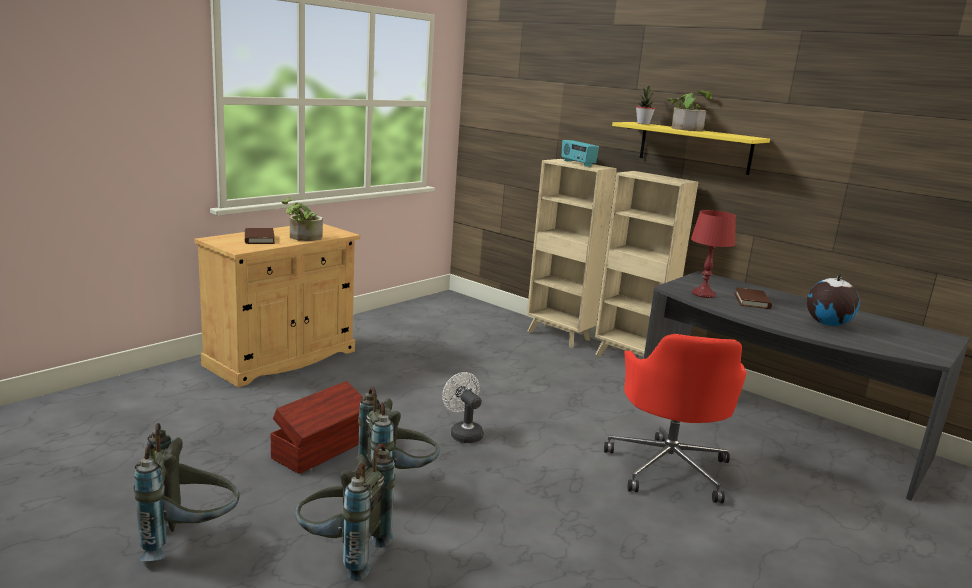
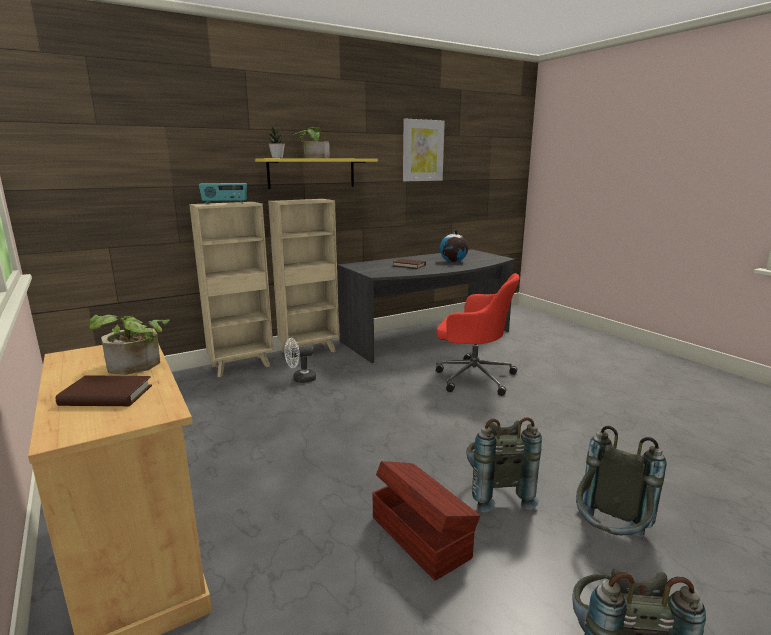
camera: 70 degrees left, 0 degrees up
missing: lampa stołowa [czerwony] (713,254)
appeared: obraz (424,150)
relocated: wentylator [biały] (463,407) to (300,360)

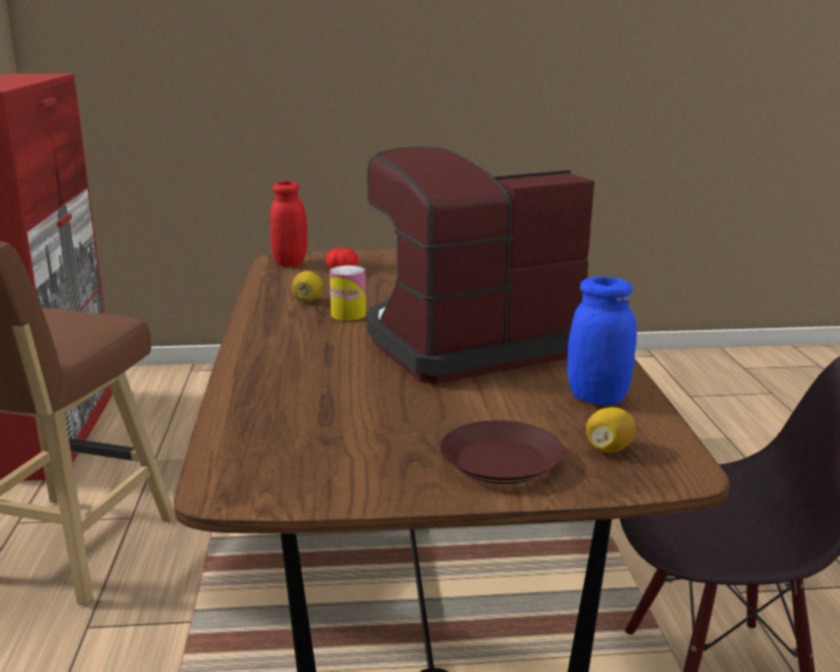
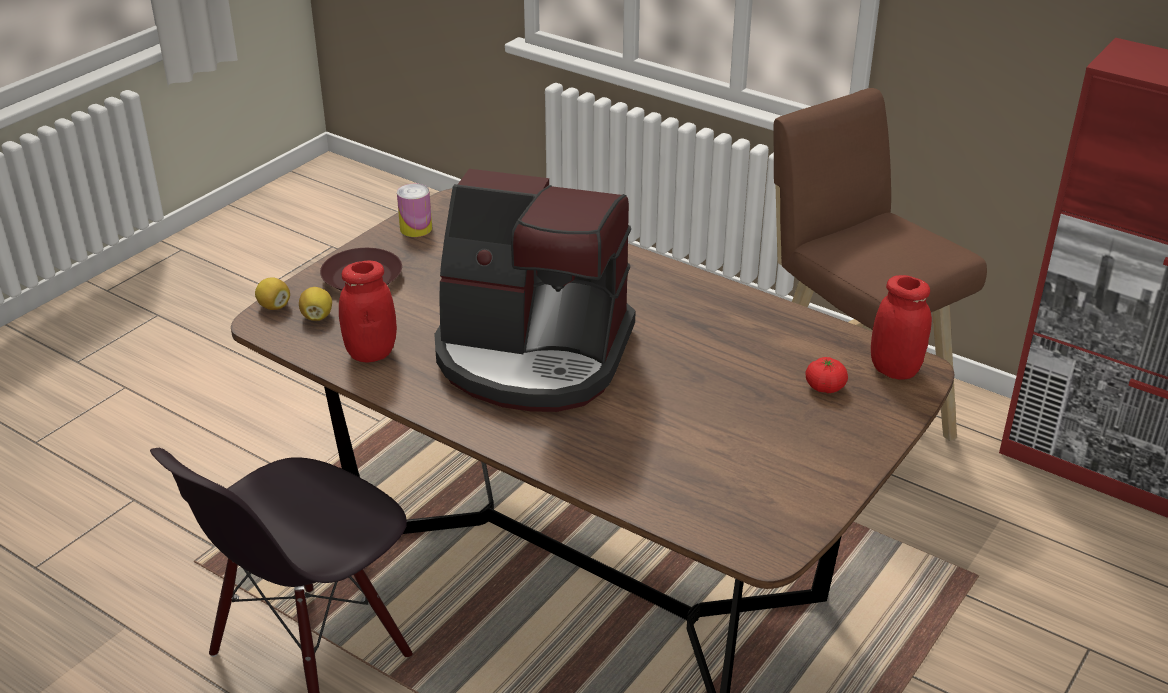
camera: 130 degrees right, 15 degrees up
relocated: cytryna (307,286) to (272,293); puszka (348,293) to (414,210)
colour: słoik [niebieski] (602,341) to słoik [czerwony] (368,311)
spun: ekspres do kawy (480,265) = (534,290) 90 degrees clockwise

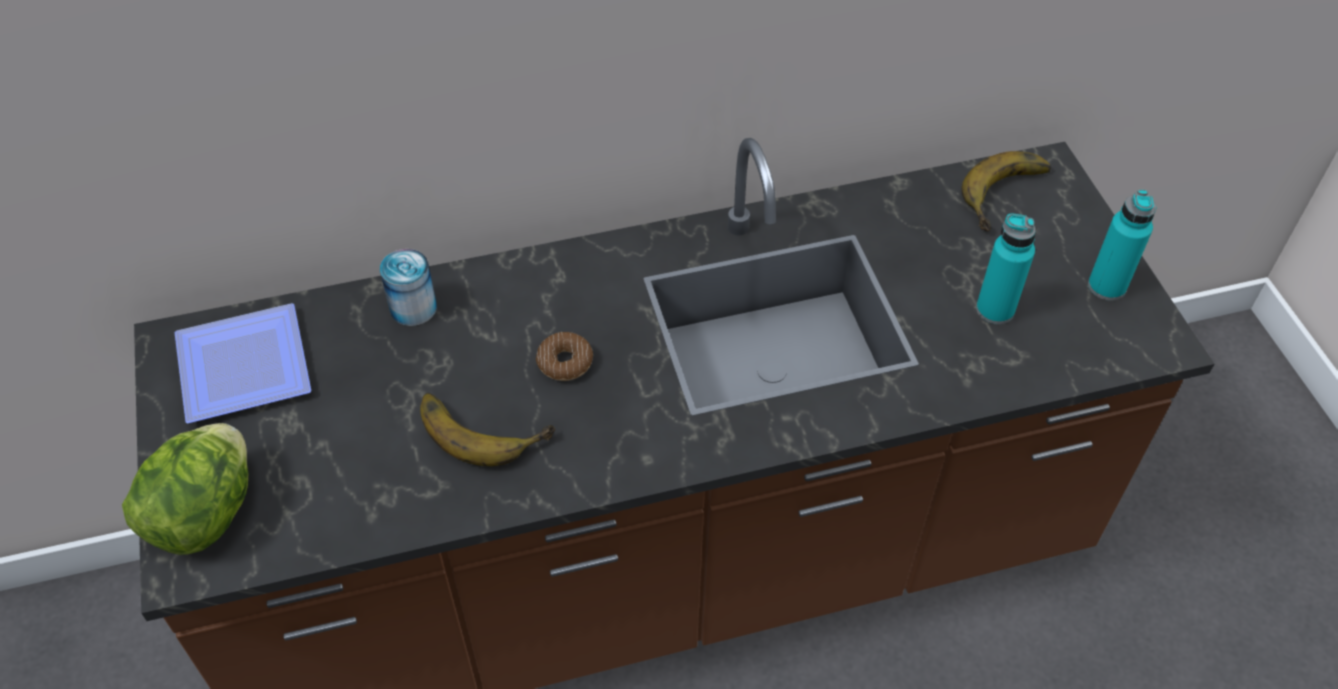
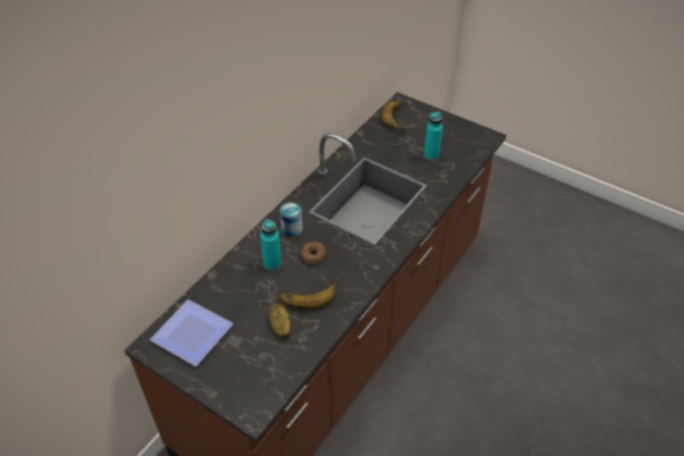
camera: 40 degrees left, 5 degrees down
missing: sałata (185,489)
appeared: ziemniak (280,321)
relocated: puszka (408,287) to (291,219); butelka [turkusowy] (1122,245) to (271,245)

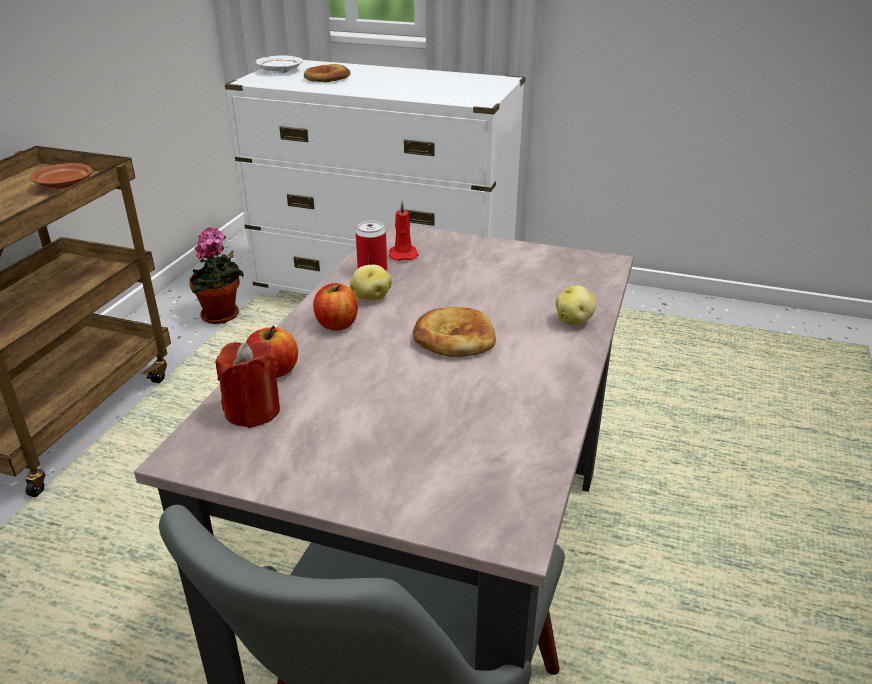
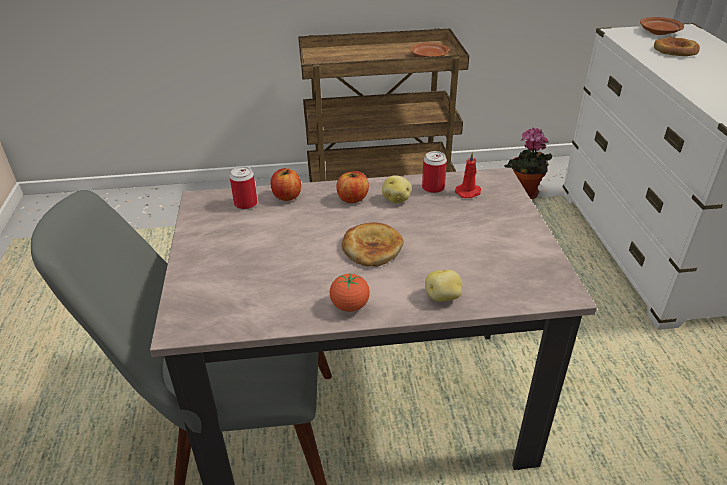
camera: 65 degrees right, 5 degrees up
appeared: pomidor (350,293)
exchanged: świeca [czerwony] (248,385) to puszka (244,188)
colour: talerz [biały] (279,64) to talerz [brązowy] (662,26)

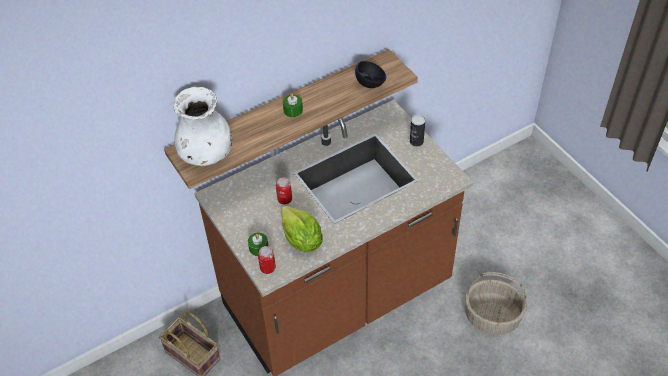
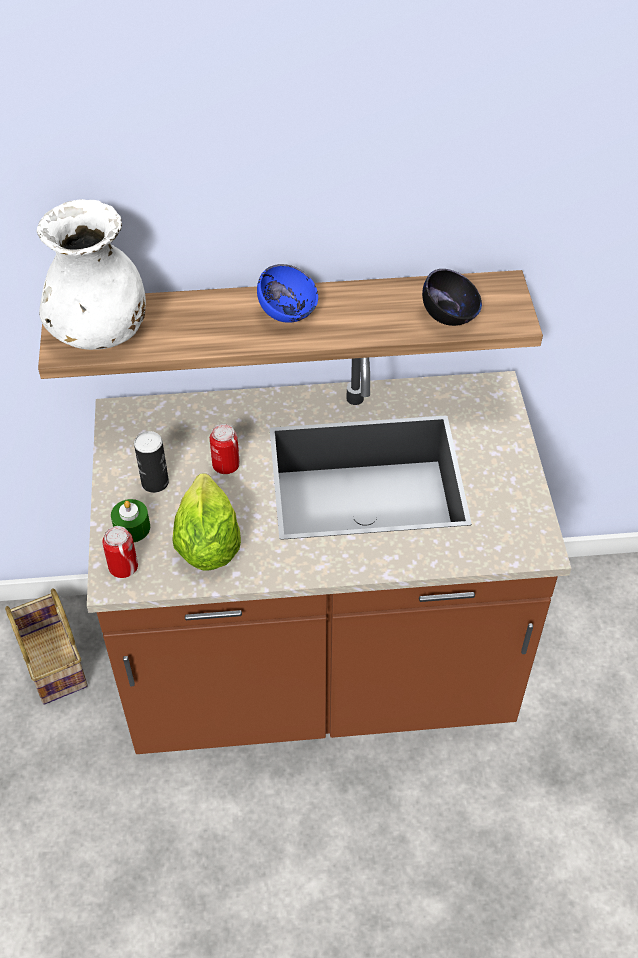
camera: 25 degrees right, 0 degrees up
missing: koszyk (495,303)
relocated: puszka (417,131) to (151,462)
exchanged: świeca [zielony] (293,105) to miska [niebieski] (287,293)

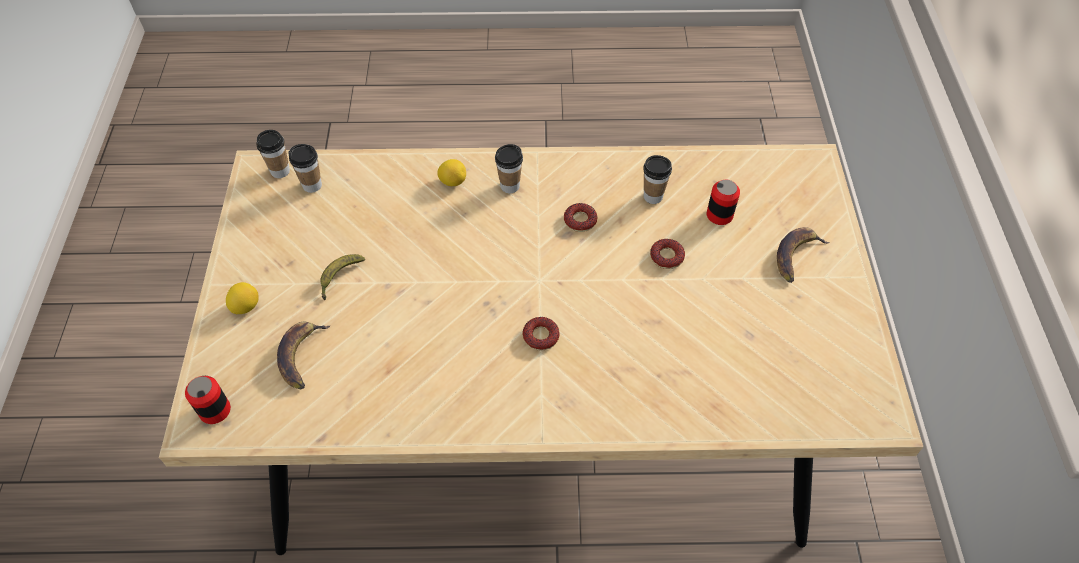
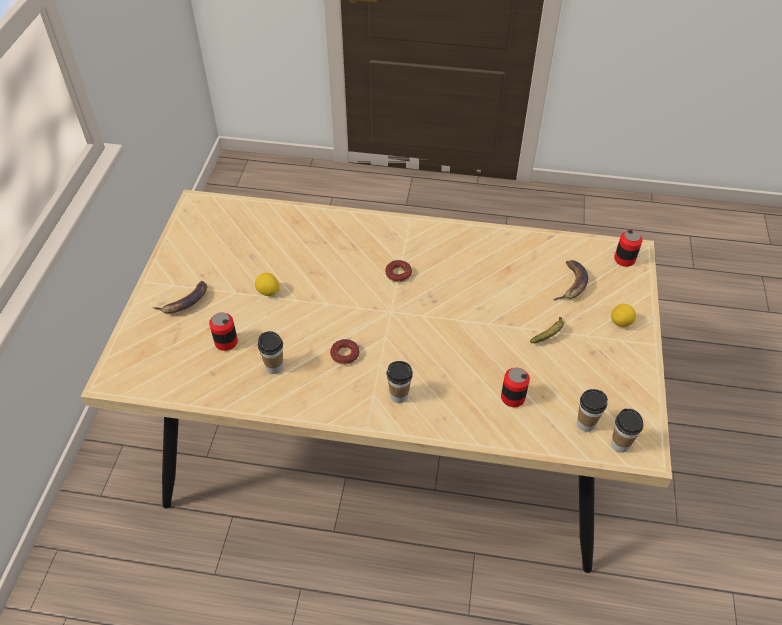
camera: 170 degrees left, 5 degrees down
missing: donut (667,254)
appeared: puszka (515,387)
relocated: cytryna (451,172) to (267,284)

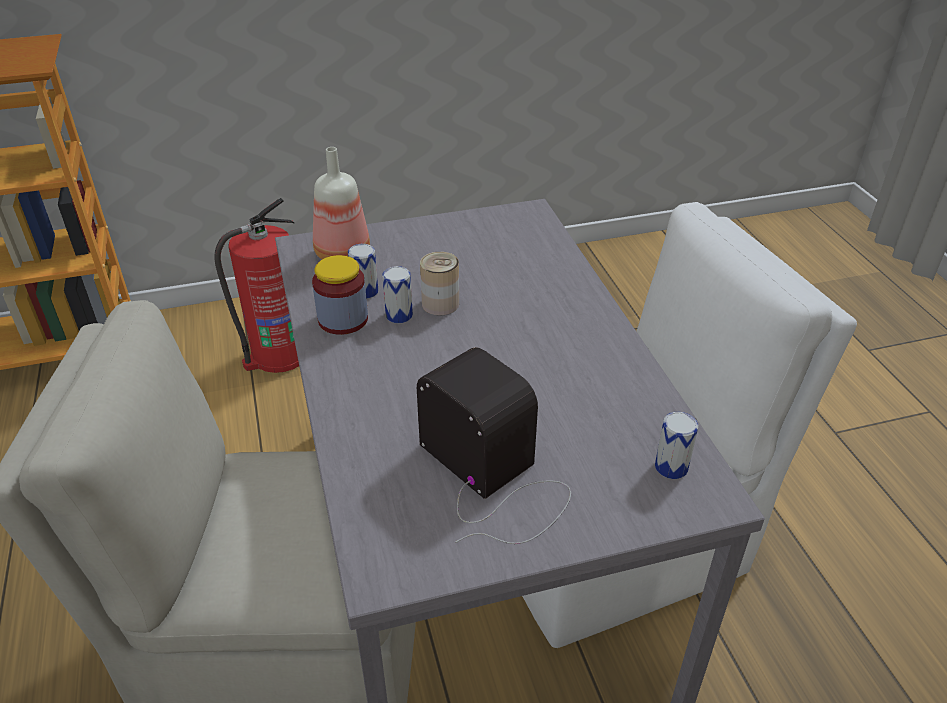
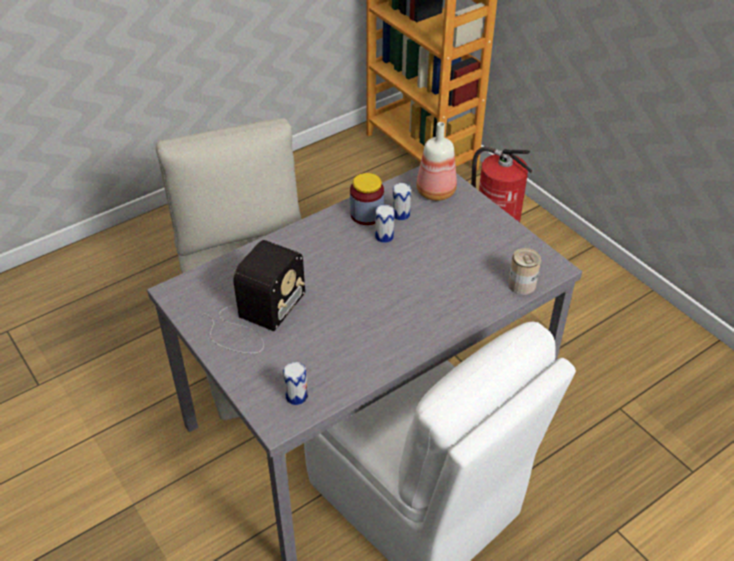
camera: 70 degrees right, 5 degrees up
relocated: puszka (439,283) to (524,271)

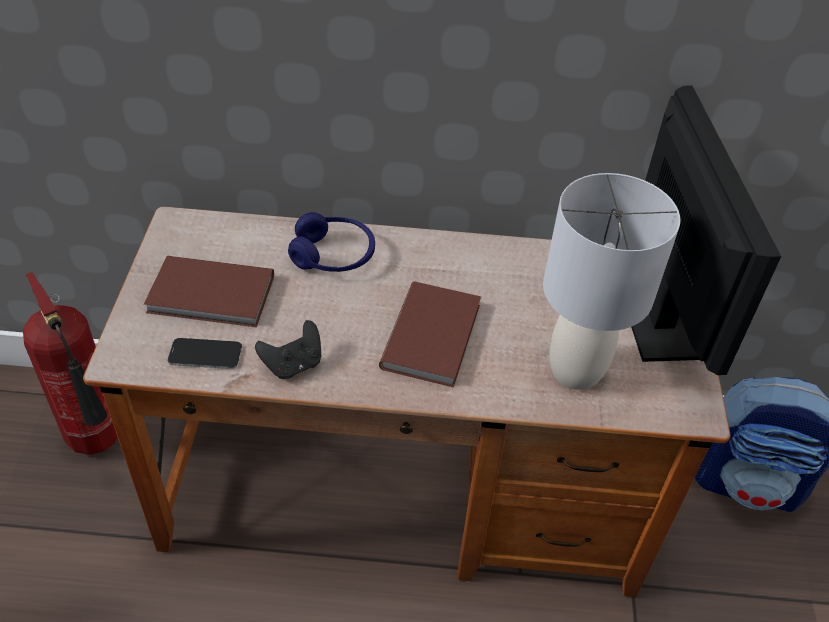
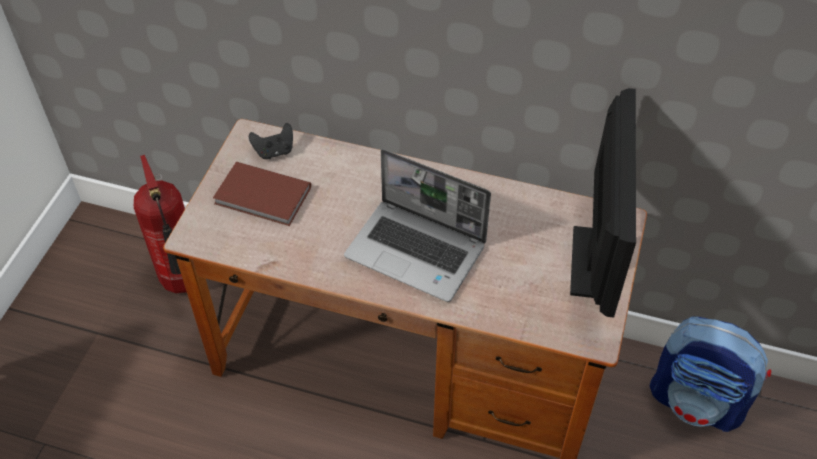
camera: 15 degrees right, 5 degrees up
missing: telefon (205,353); słuchawki [niebieski] (331,242); lampa stołowa [szary] (611,281)
relocated: pad do gier [czarny] (288,349) to (271,141)
exchanged: książka [brązowy] (430,334) to laptop (417,225)

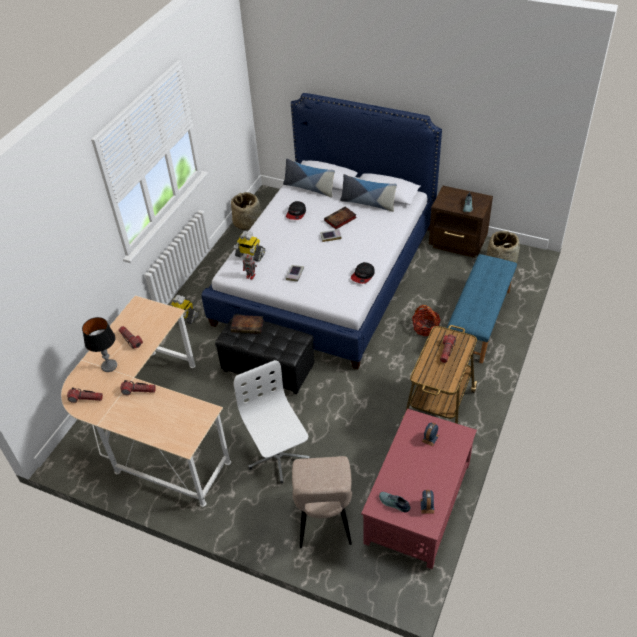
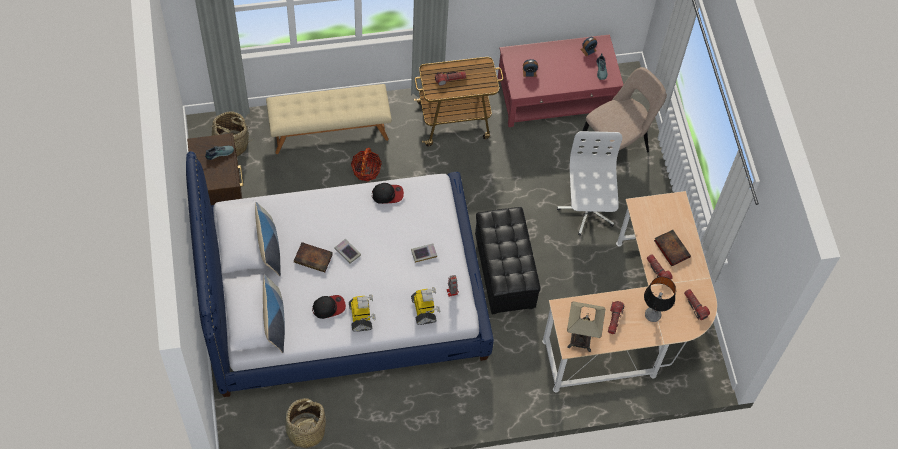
camera: 130 degrees left, 15 degrees up
appeared: lampa stołowa (586,326)
relocated: robot zabawkowy (185,309) to (362,313); książka (247,324) to (672,248)
colour: ławka [niebieski] (482,308) to ławka [beżowy] (329,119)
spun: krzesło biurowe [biały] (272,421) = (589,183) 150 degrees clockwise

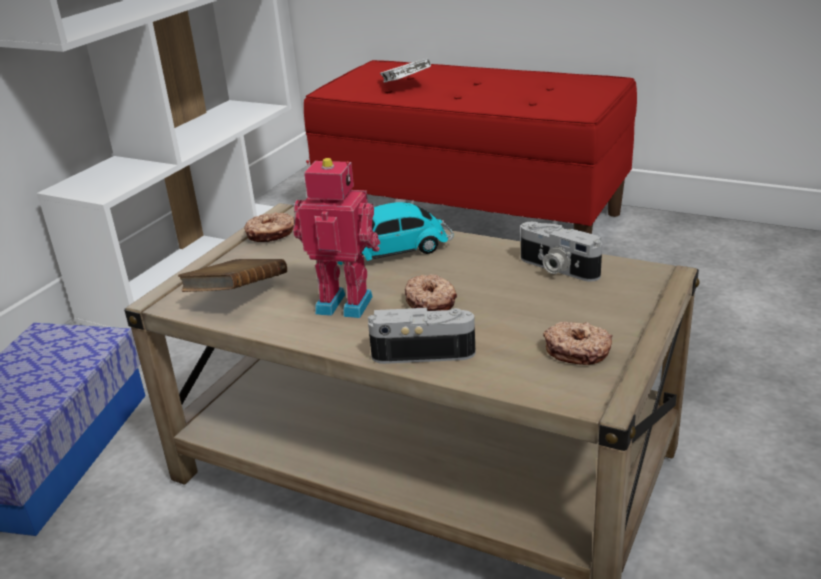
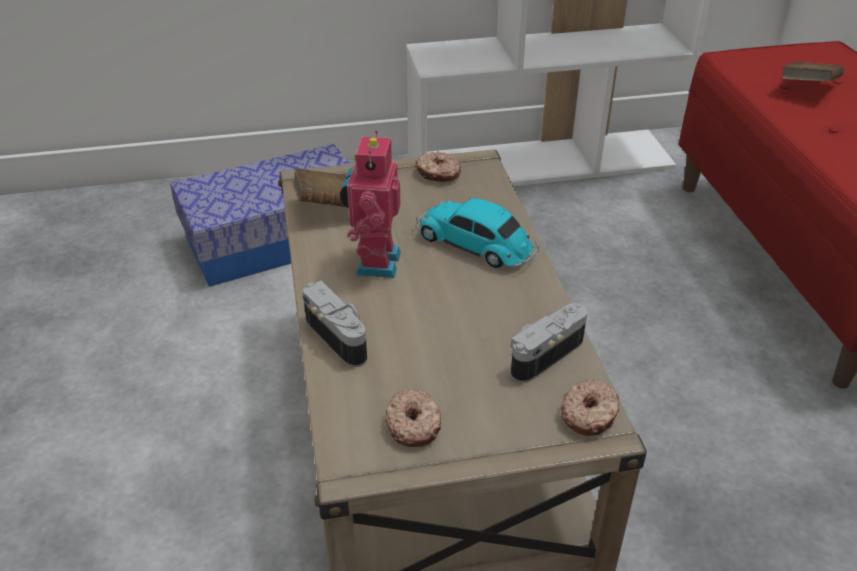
camera: 50 degrees right, 10 degrees up
relocated: donut (431,292) to (590,408)
colour: książka [biały] (405,71) to książka [brązowy] (812,71)
spun: robot zabawkowy (336,238) = (370,204) 150 degrees counterclockwise; aparat fotograficzny (561,252) = (549,343) 45 degrees clockwise

